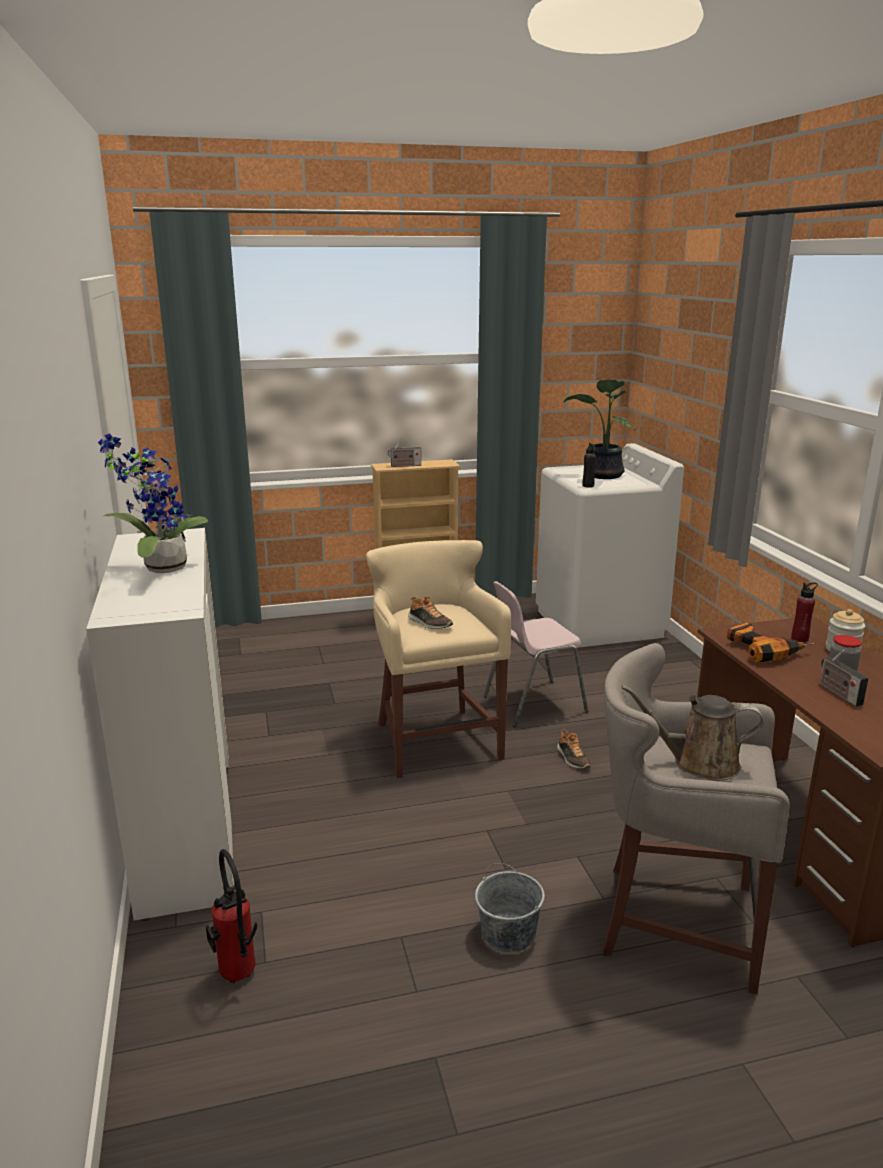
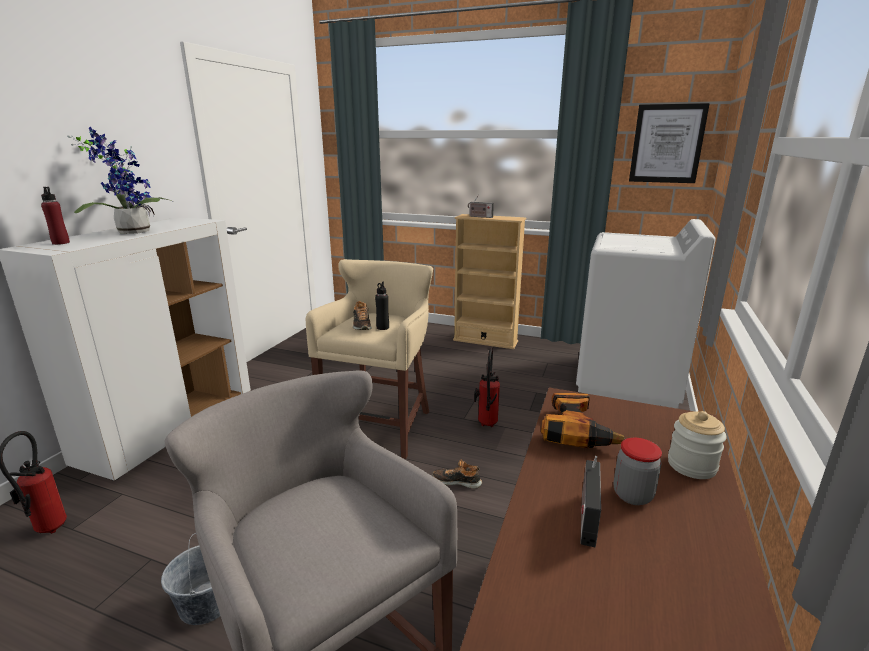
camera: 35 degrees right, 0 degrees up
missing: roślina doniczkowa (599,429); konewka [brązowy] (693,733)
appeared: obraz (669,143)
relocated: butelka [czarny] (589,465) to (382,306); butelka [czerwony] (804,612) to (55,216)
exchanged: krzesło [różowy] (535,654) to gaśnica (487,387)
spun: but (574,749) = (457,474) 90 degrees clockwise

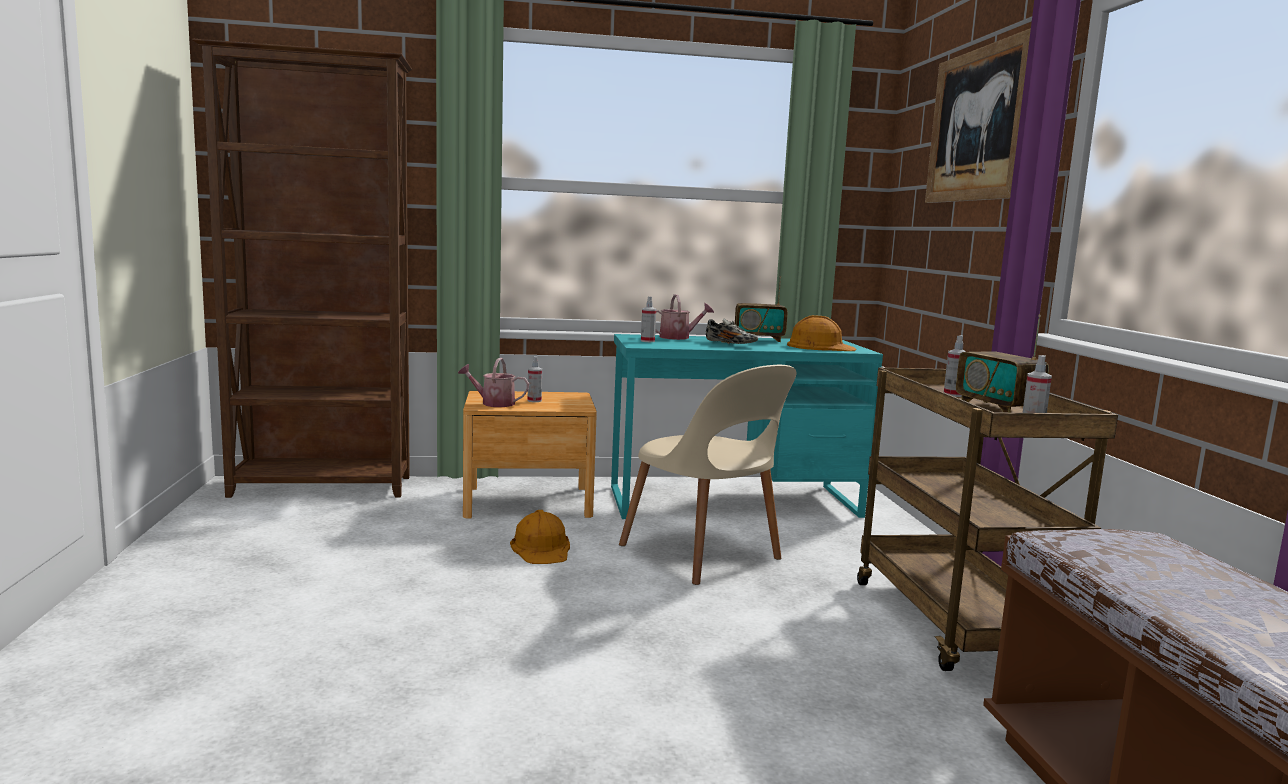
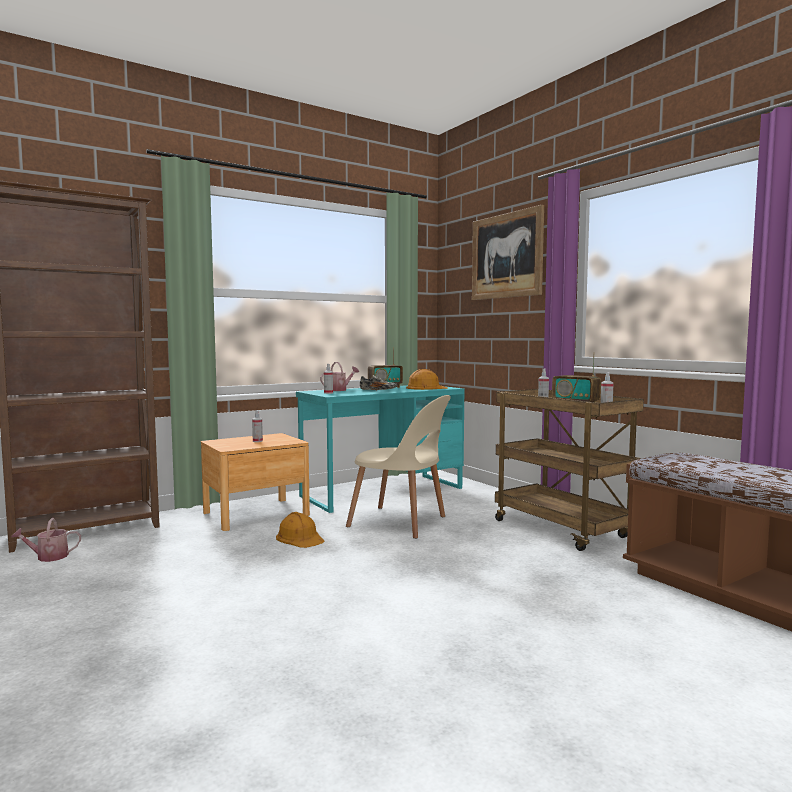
camera: 25 degrees left, 5 degrees down
relocated: konewka (493,382) to (46,540)

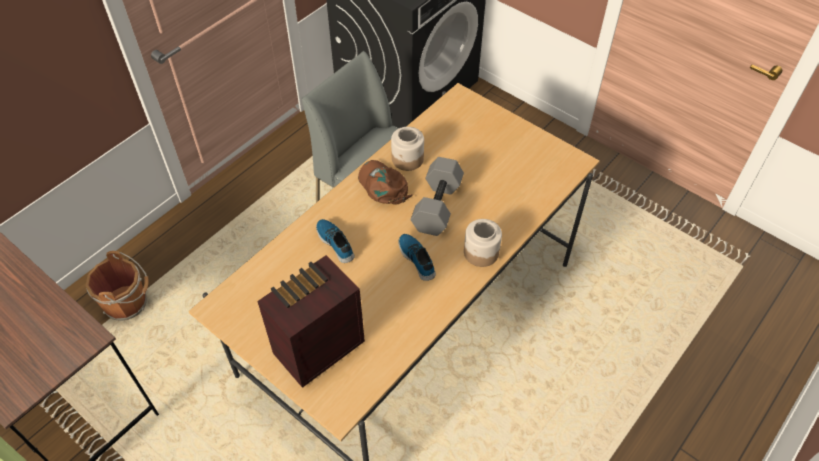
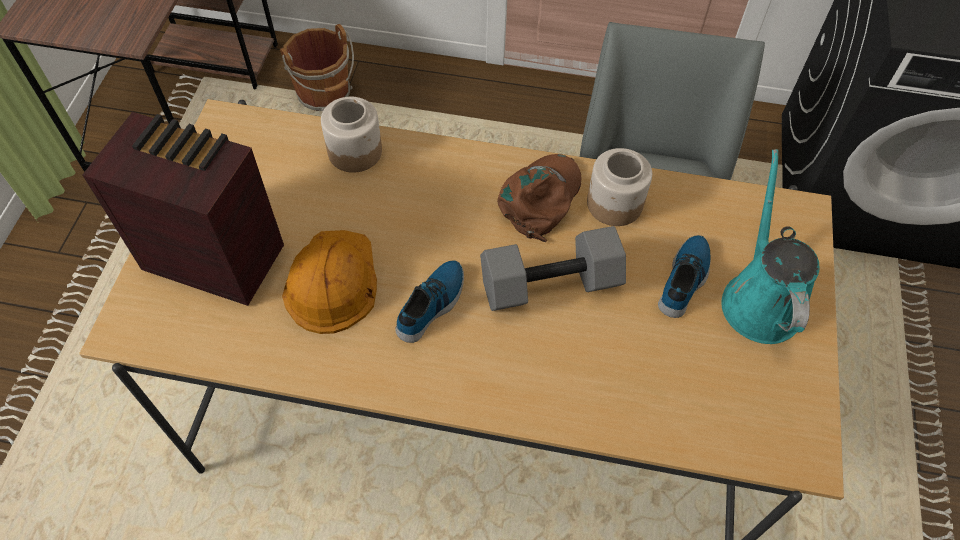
camera: 60 degrees right, 5 degrees up
appeared: kask [pomarańczowy] (329,282); konewka [turkusowy] (770,246)
relocated: but (335,241) to (684,276); słoik (483,243) to (351,135)

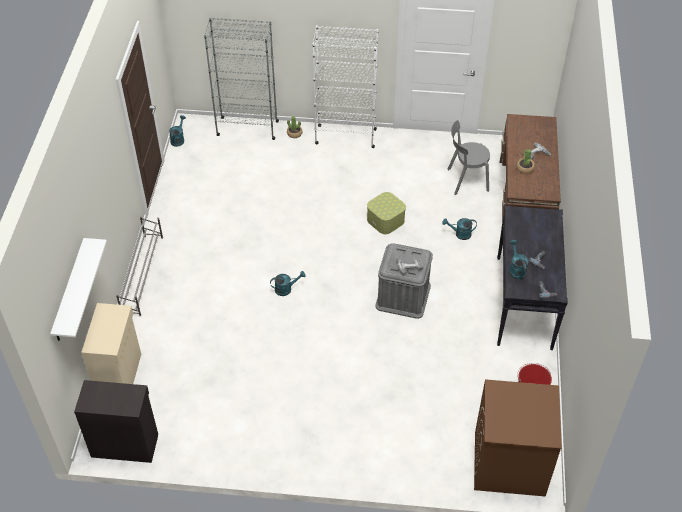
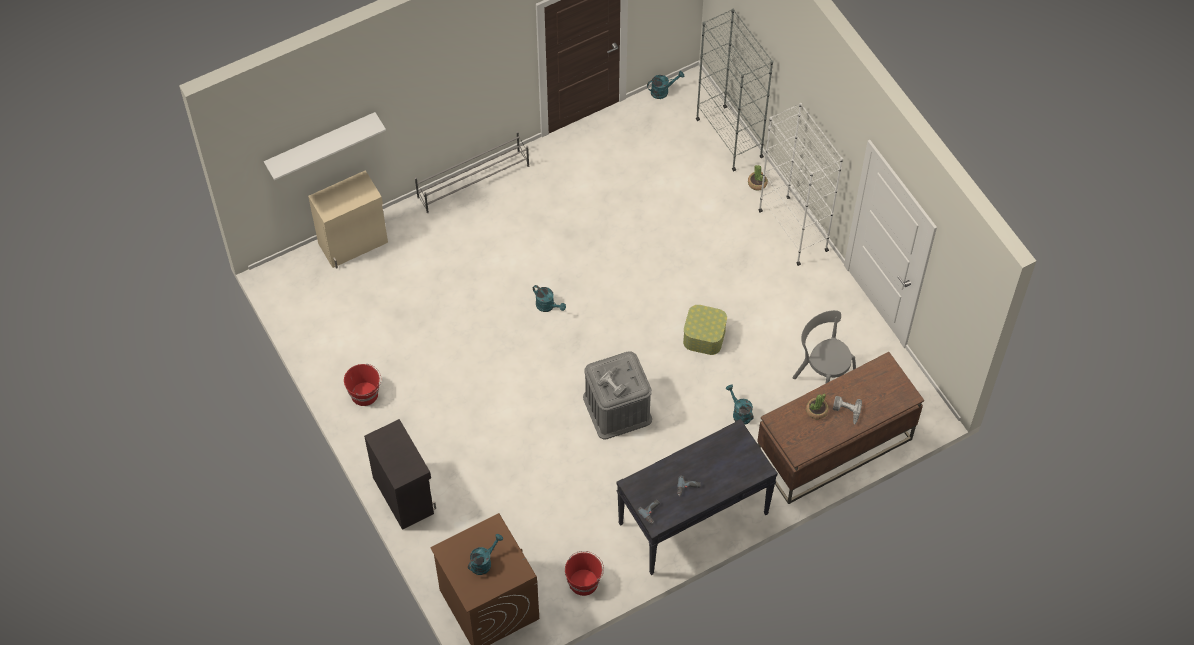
camera: 55 degrees right, 10 degrees up
appeared: wiadro [czerwony] (362,385)
relocated: szafka [czarny] (116,421) to (400,474); konewka [turkusowy] (519,259) to (485,554)

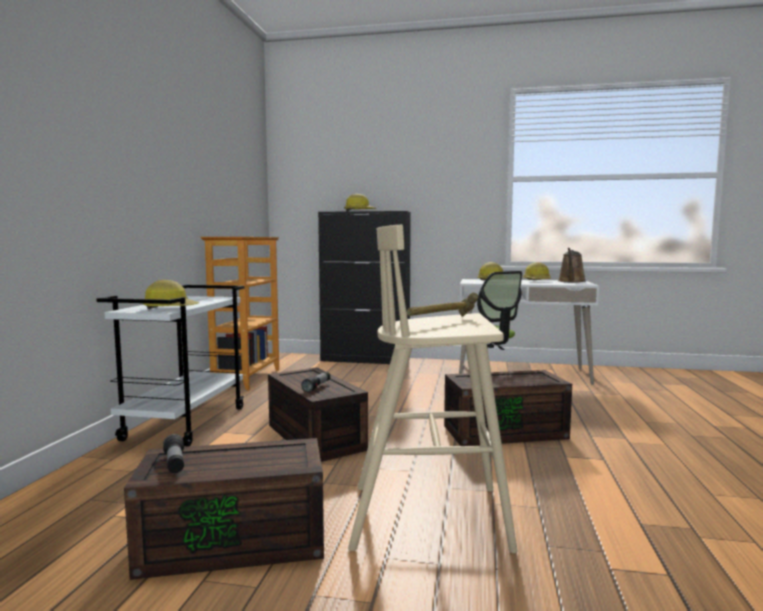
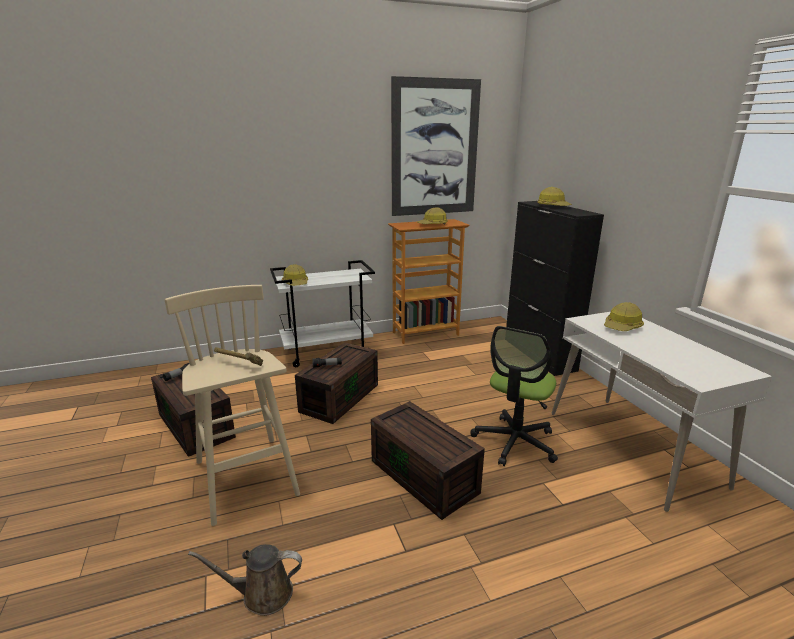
camera: 60 degrees right, 15 degrees up
appeared: obraz (436,146)
relocated: kask (537,271) to (432,215); konewka [brązowy] (572,265) to (245,580)

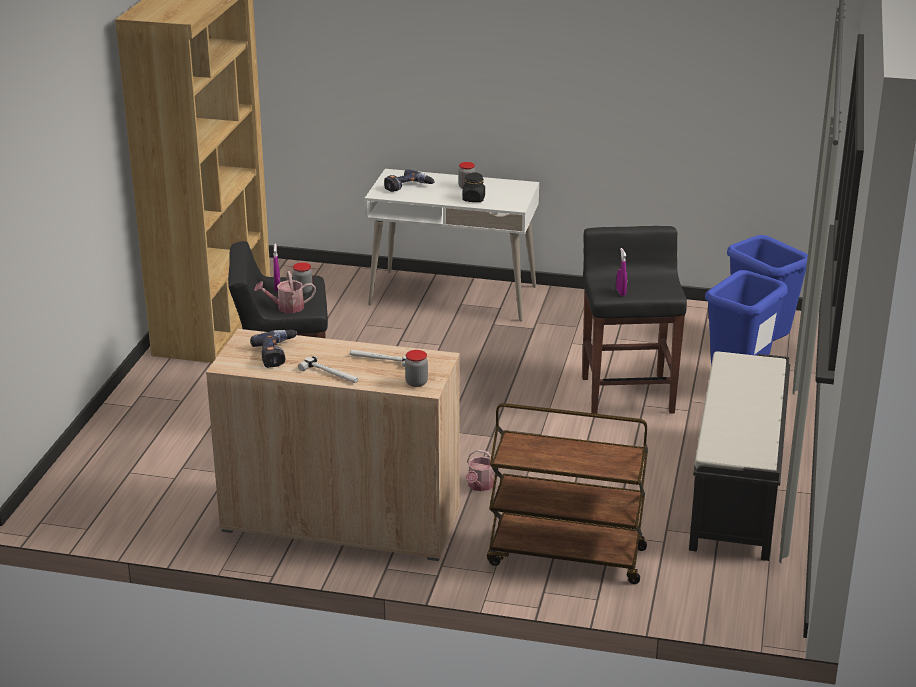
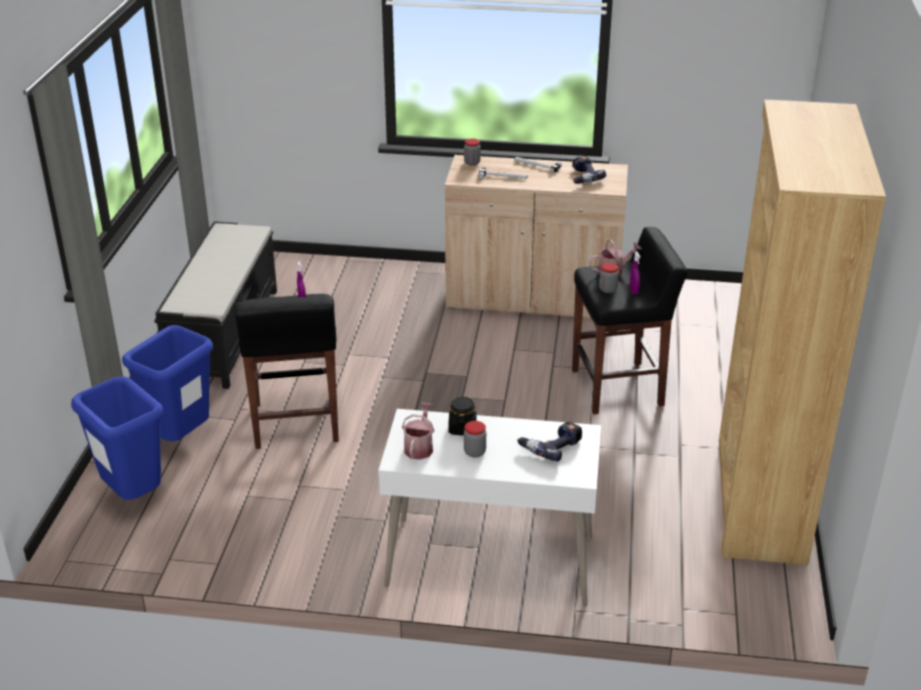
camera: 175 degrees right, 5 degrees up
missing: wózek [brązowy] (567,493)
relocated: konewka (480,470) to (418,431)

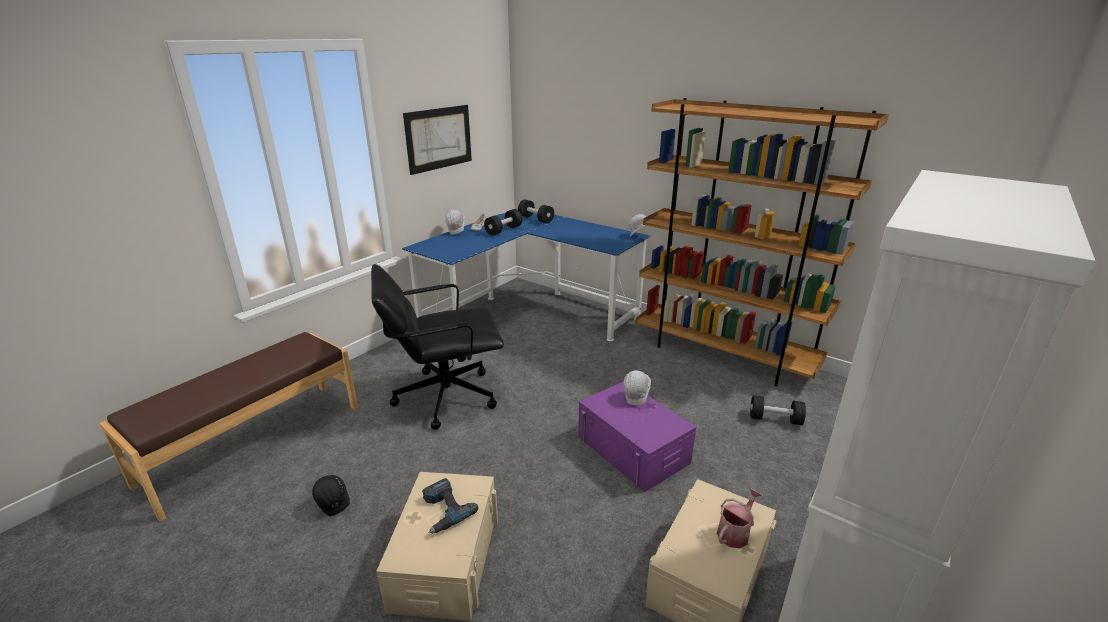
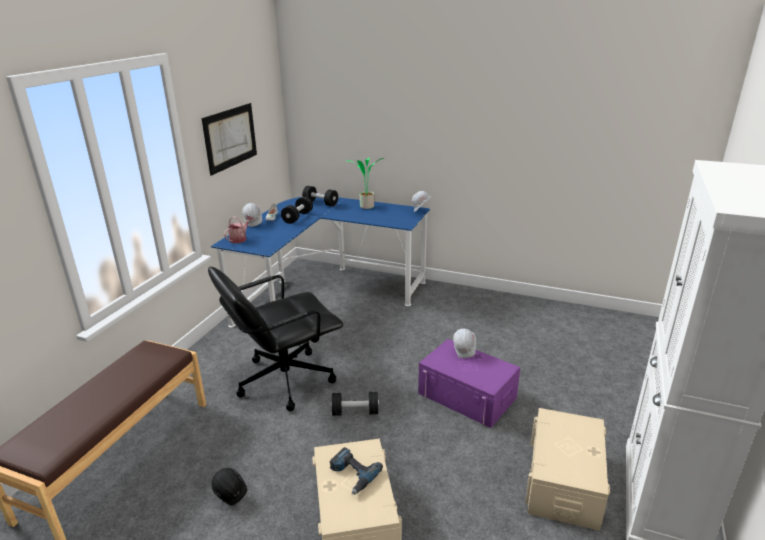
camera: 15 degrees left, 0 degrees up
missing: regał [brązowy] (762,242)
appeared: roślina doniczkowa (365,183)
relocated: konewka (739,518) to (238,229); hantel [czarny] (778,410) to (355,404)

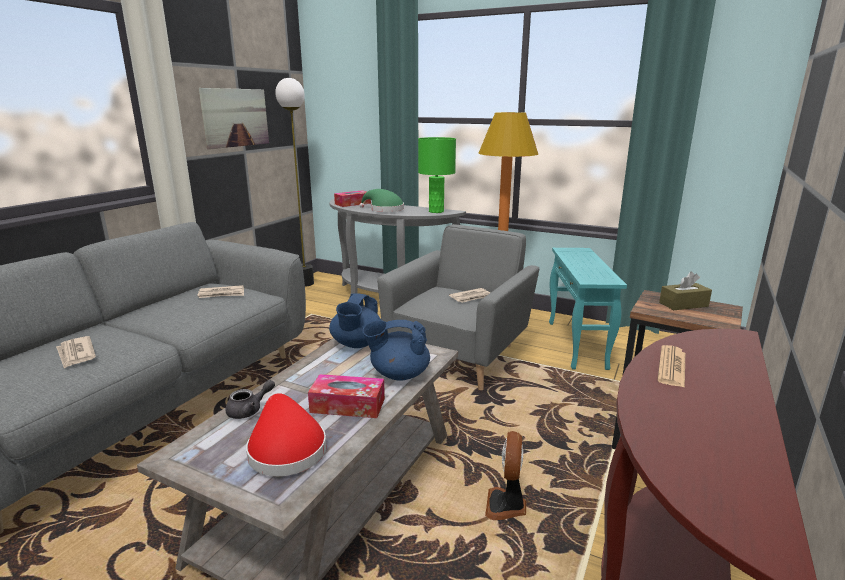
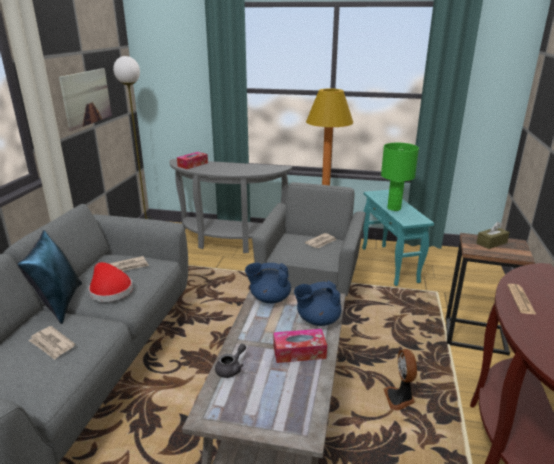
camera: 15 degrees left, 5 degrees up
missing: kapelusz [zielony] (381,200)
appeared: poduszka [niebieski] (49,277)
relocated: kapelusz [czerwony] (286,434) to (111,282); lampa stołowa [zielony] (437,175) to (400,177)
spun: imbryk [niebieski] (355,320) = (268,283) 90 degrees clockwise

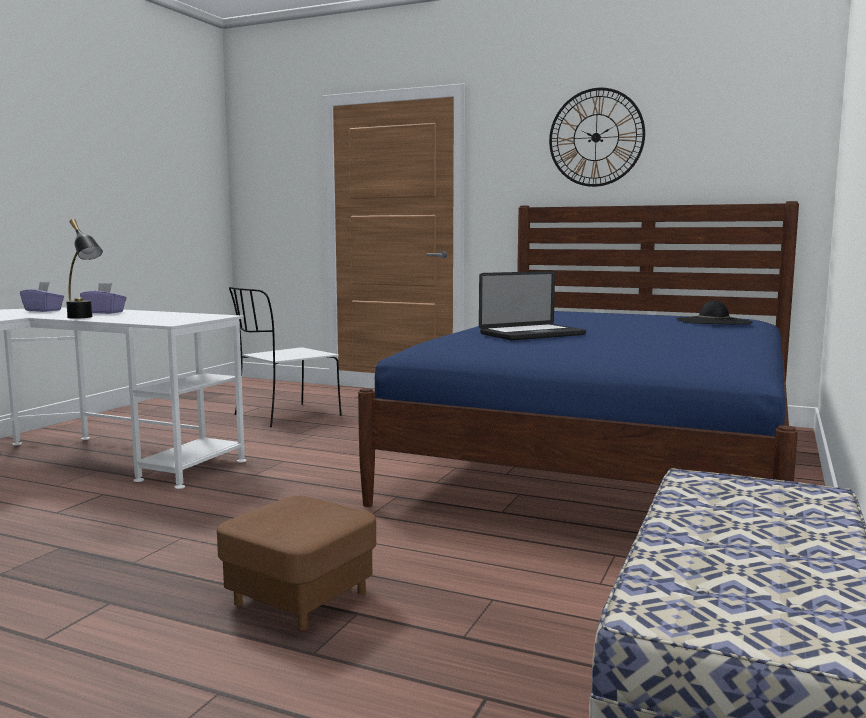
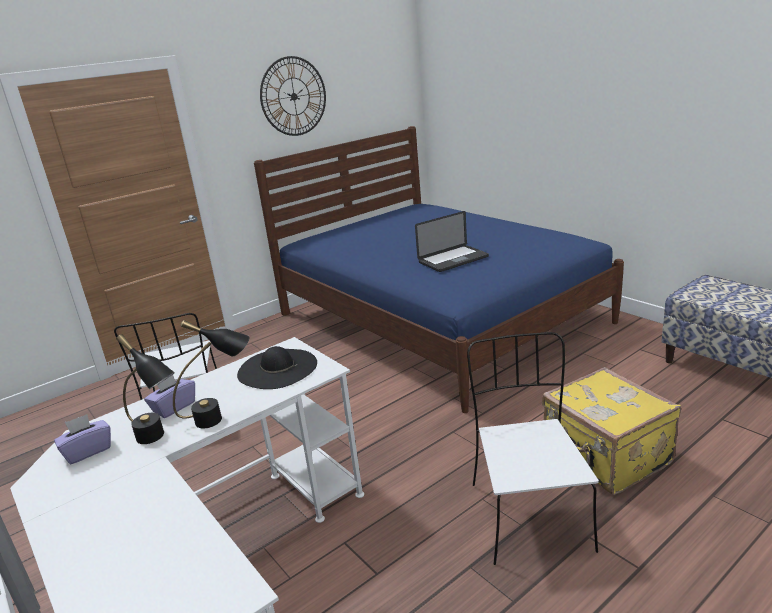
camera: 60 degrees left, 15 degrees up
appeared: lampa stołowa [czarny] (145,389); krzesło [biały] (533,448)
relocated: kapelusz [czarny] (714,312) to (277,367)
exchanged: pufa [brązowy] (296,562) to walizka [żółty] (611,431)
spun: laptop (532,305) = (452,241) 60 degrees clockwise

